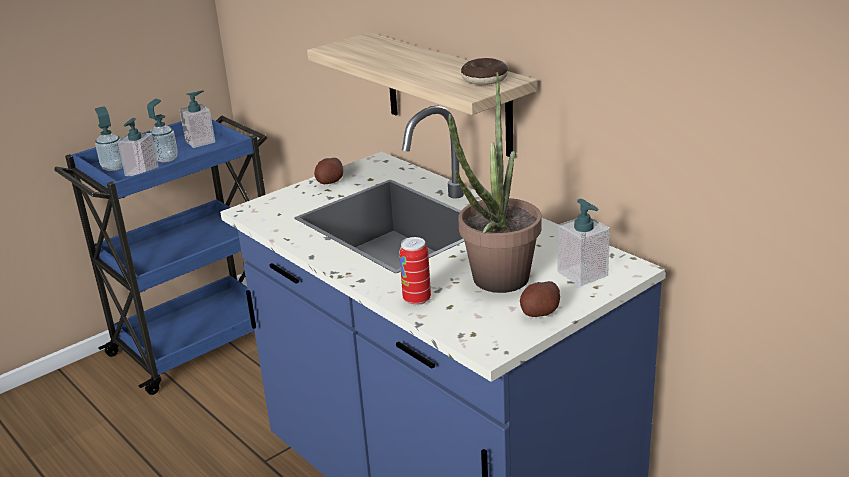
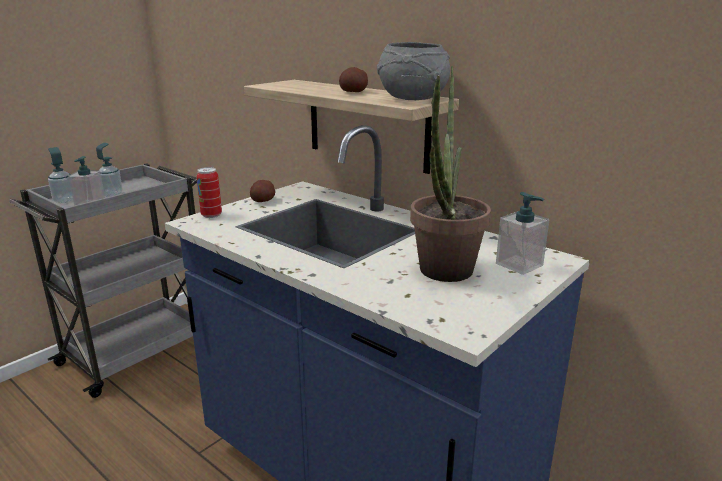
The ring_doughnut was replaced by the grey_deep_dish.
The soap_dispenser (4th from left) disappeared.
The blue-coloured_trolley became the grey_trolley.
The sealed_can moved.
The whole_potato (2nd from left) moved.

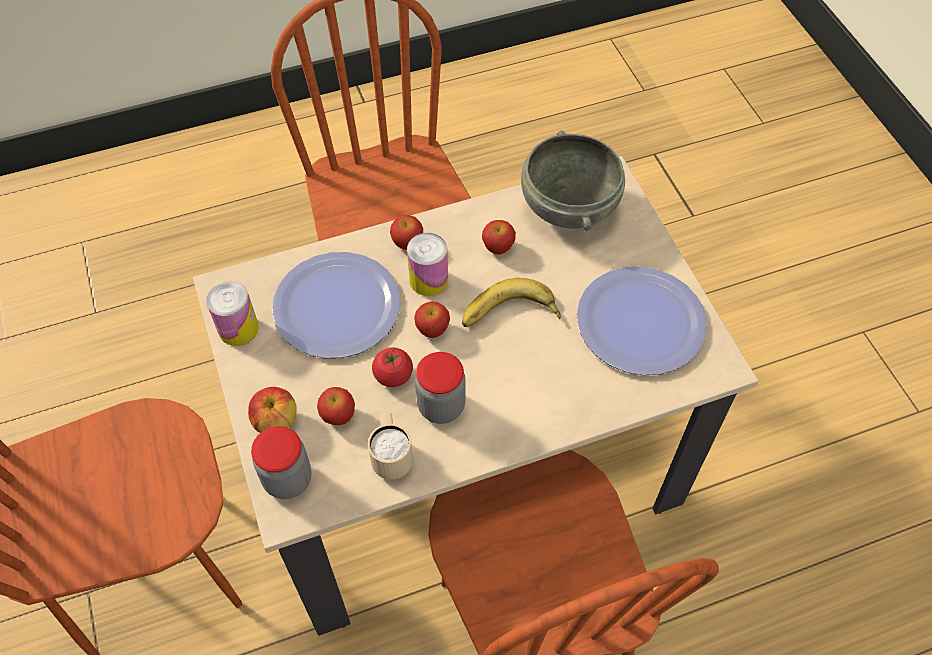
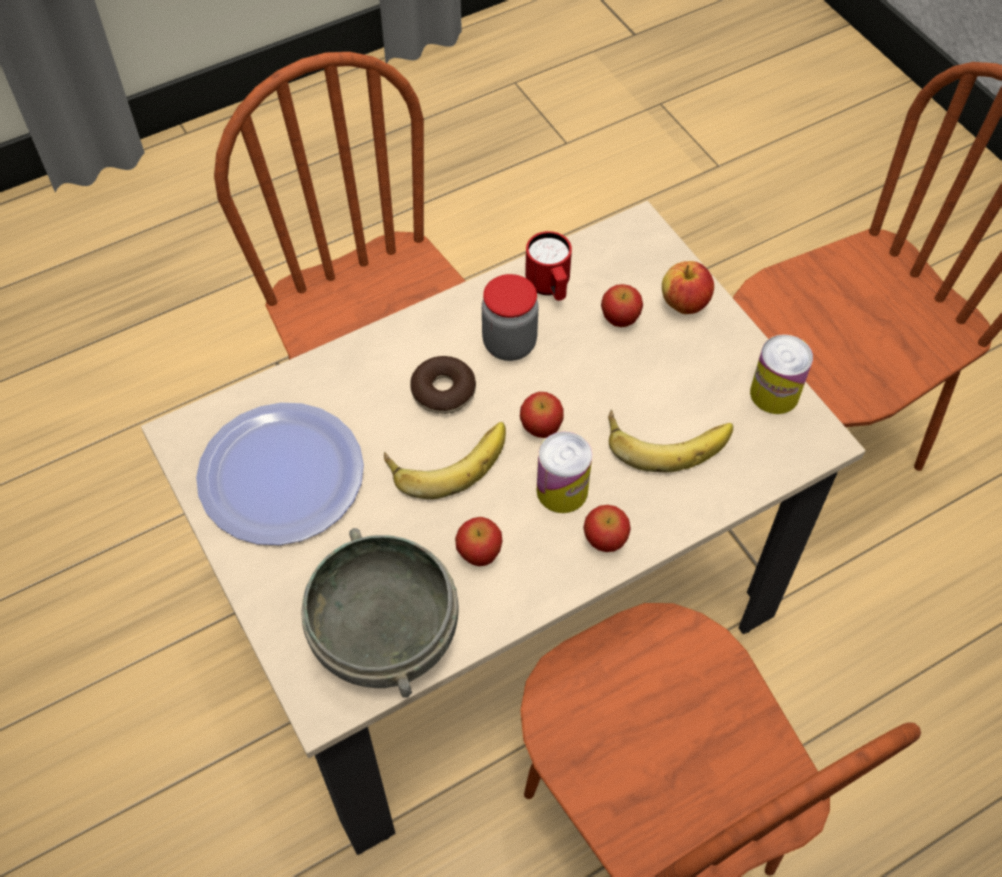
The dinner_plate (1st from left) was replaced by the banana_fruit (2nd from left).
The tomato disappeared.
The beige-coloured_mug became the red_mug.
The jar (1st from left) disappeared.
The ring_doughnut appeared.

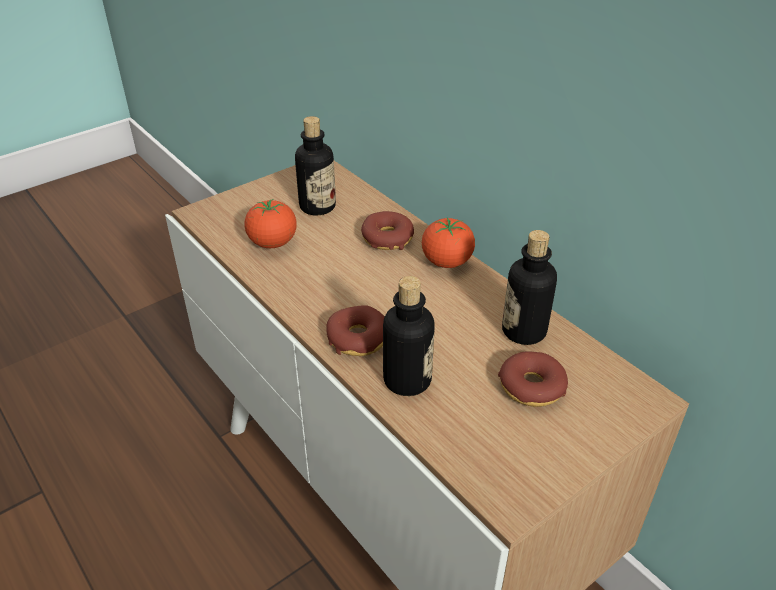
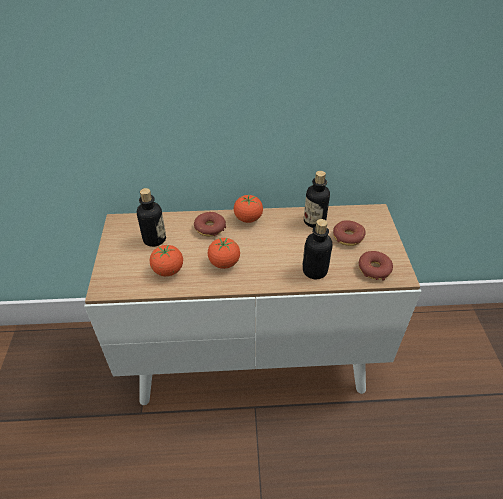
The ring_doughnut (1st from left in the first image) moved.
The tomato (2nd from left) appeared.

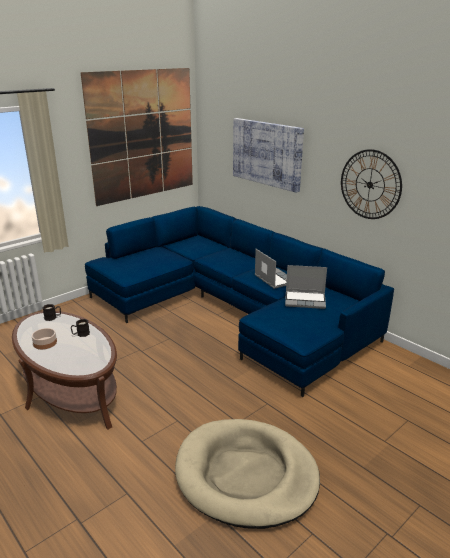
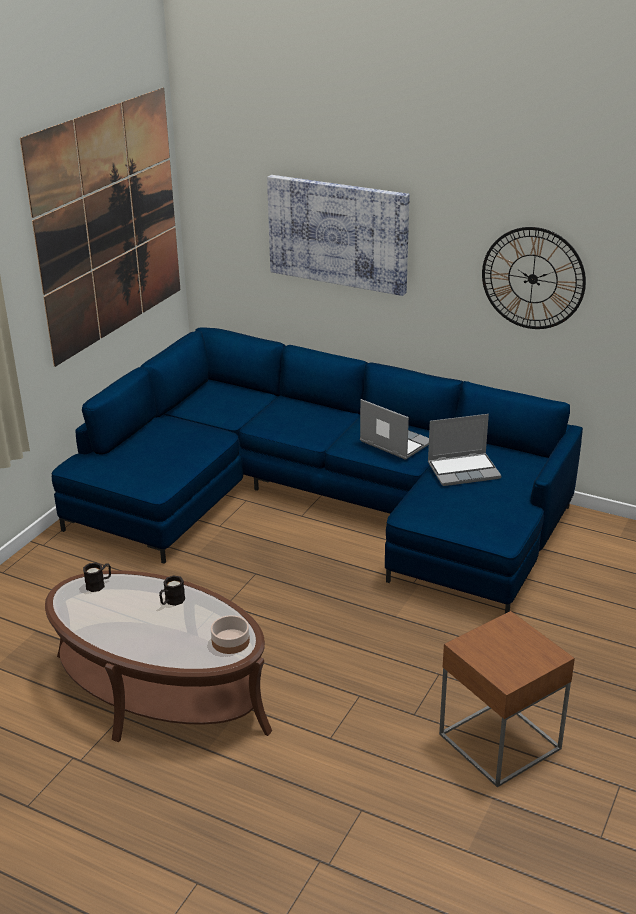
The deep_dish moved.
The beige-coloured_dog_cushion was replaced by the brown-coloured_end_table.

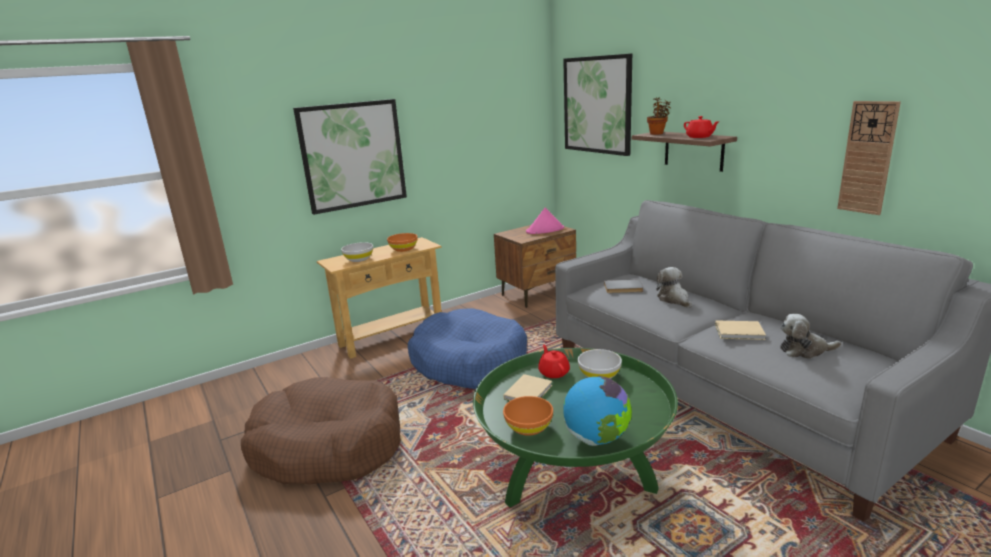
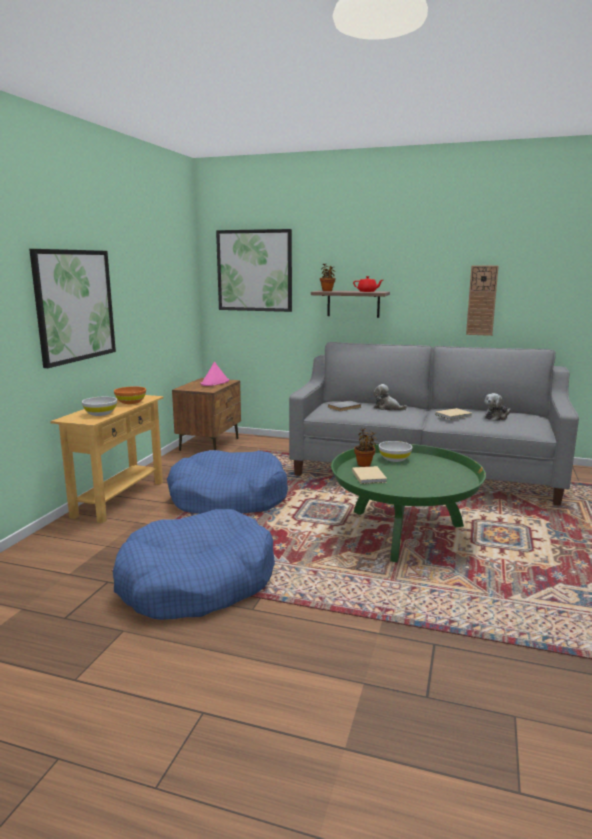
The red_tea_pot (1st from left) was replaced by the plant_in_a_pot (2nd from left).
The desk_globe disappeared.
The brown-coloured_dog_cushion became the blue-coloured_dog_cushion (1st from left).
The orange_deep_dish (2nd from left) disappeared.

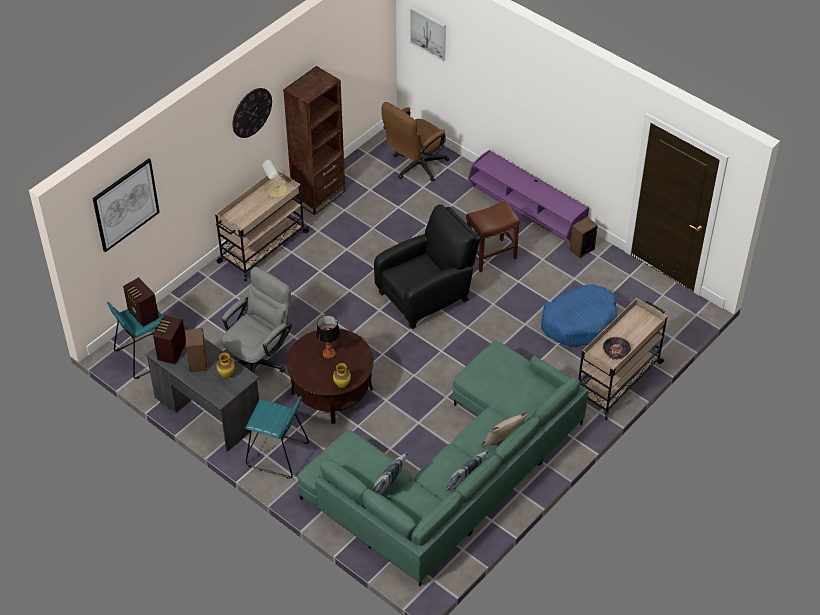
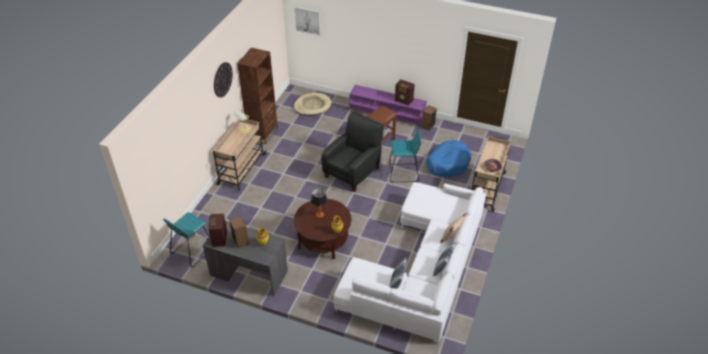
The brown-coloured_desk_chair was replaced by the beige-coloured_dog_cushion.
The picture (1st from left) disappeared.
The grey_desk_chair disappeared.
The radio (1st from left in the first image) moved.
The green-coloured_couch became the whitish_couch.
The turquoise_stool (2nd from left) moved.

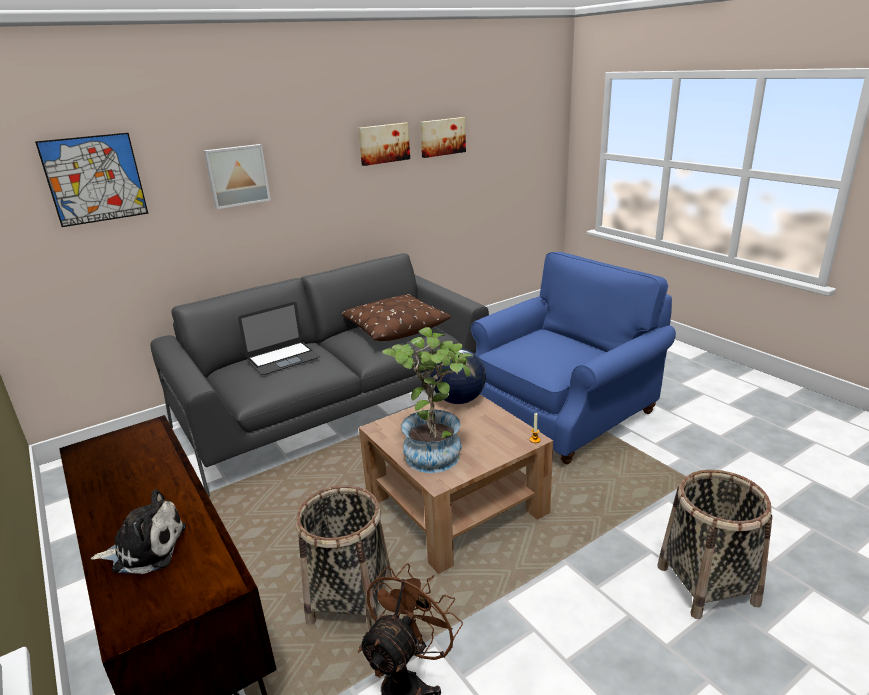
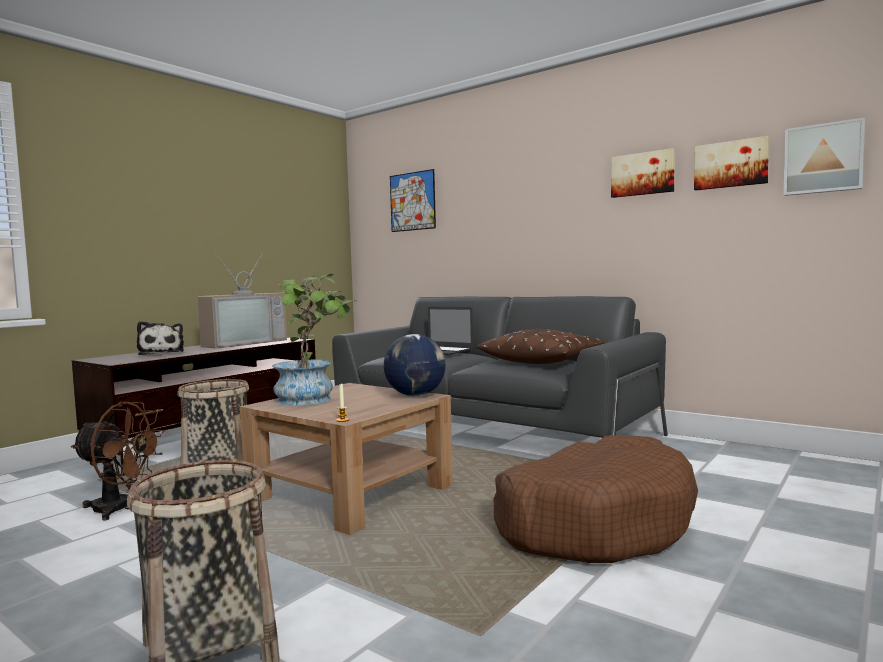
The picture (2nd from left in the first image) moved.
The blue-coloured_easy_chair was replaced by the brown-coloured_dog_cushion.
The TV_set appeared.

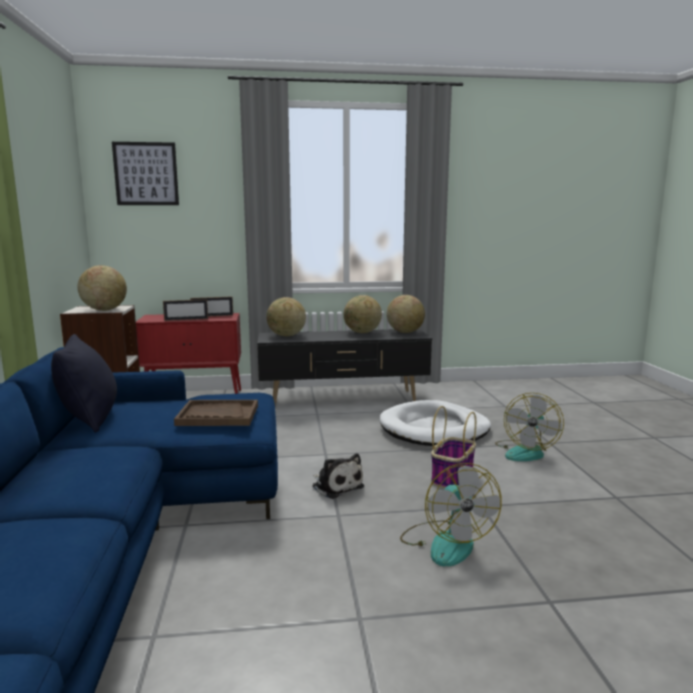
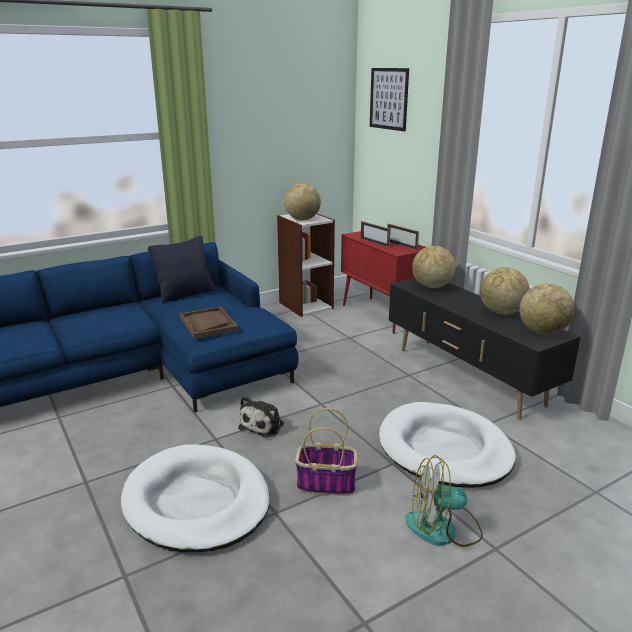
The cooling_fan (1st from left) was replaced by the whitish_dog_cushion (1st from left).

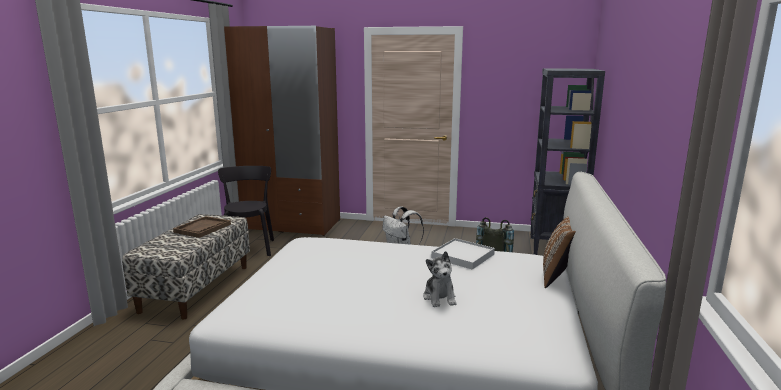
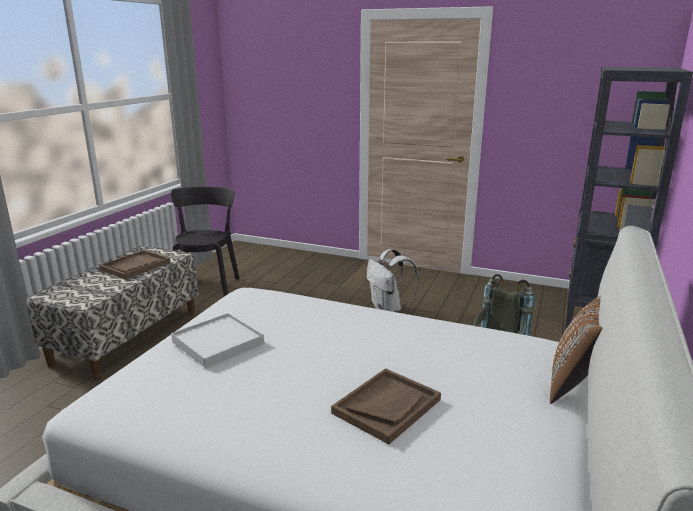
The brown-coloured_armoire disappeared.
The whitish_tray moved.
The plush_toy was replaced by the brown-coloured_tray (2nd from left).

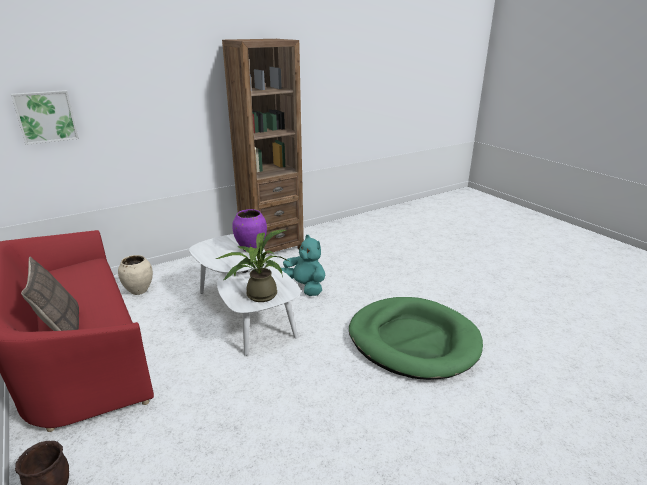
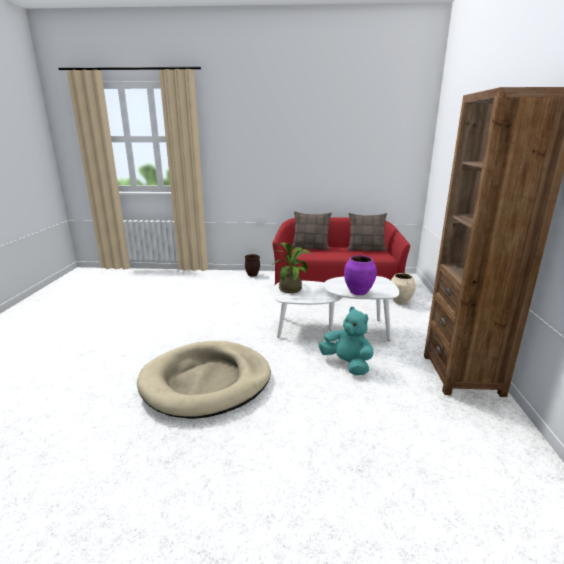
The picture disappeared.
The turquoise_plush_toy turned 120 degrees counterclockwise.
The green-coloured_dog_cushion became the beige-coloured_dog_cushion.
The cushion (2nd from left) appeared.

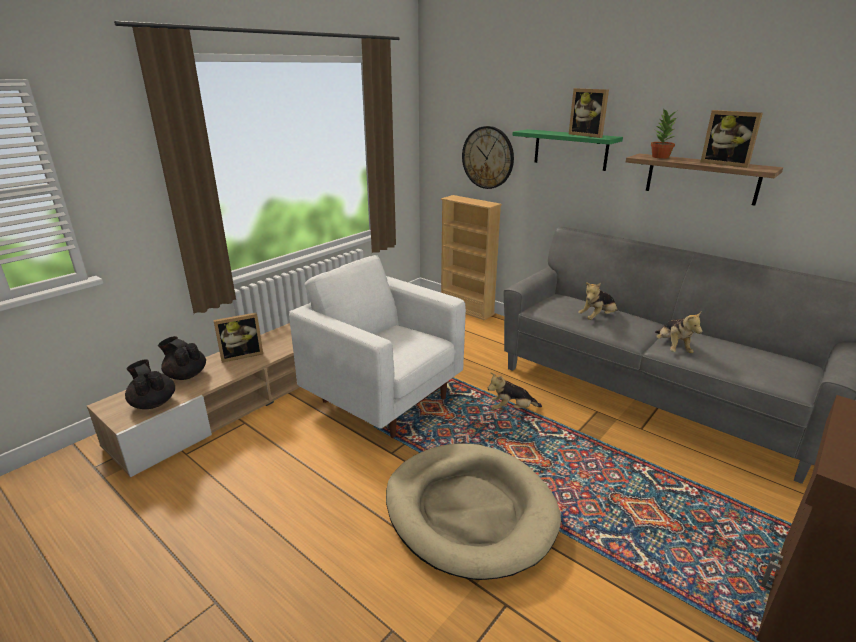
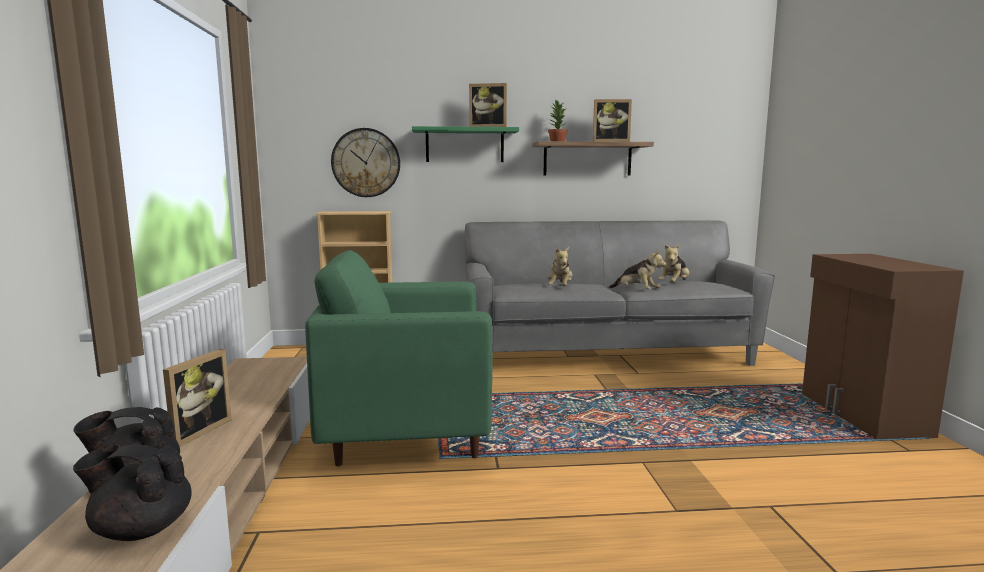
The whitish_easy_chair became the green-coloured_easy_chair.
The plush_toy (1st from left in the first image) moved.
The beige-coloured_dog_cushion disappeared.

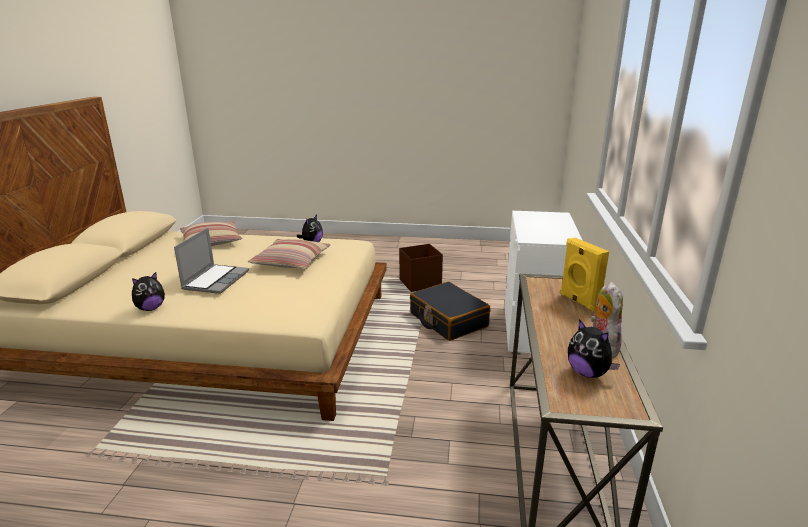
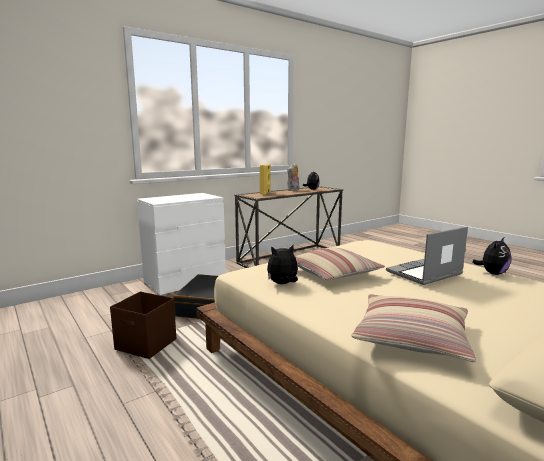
The plush_toy (1st from left in the first image) turned 135 degrees clockwise.

